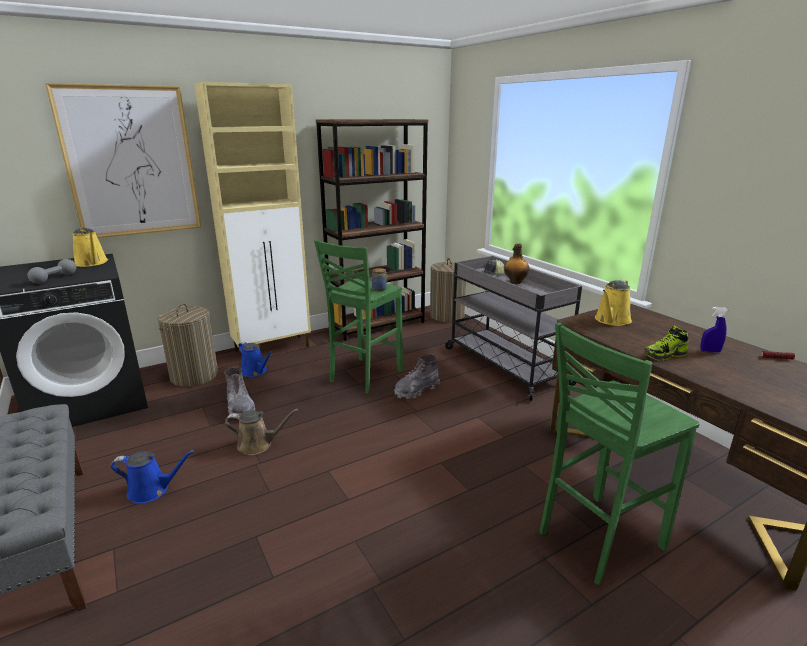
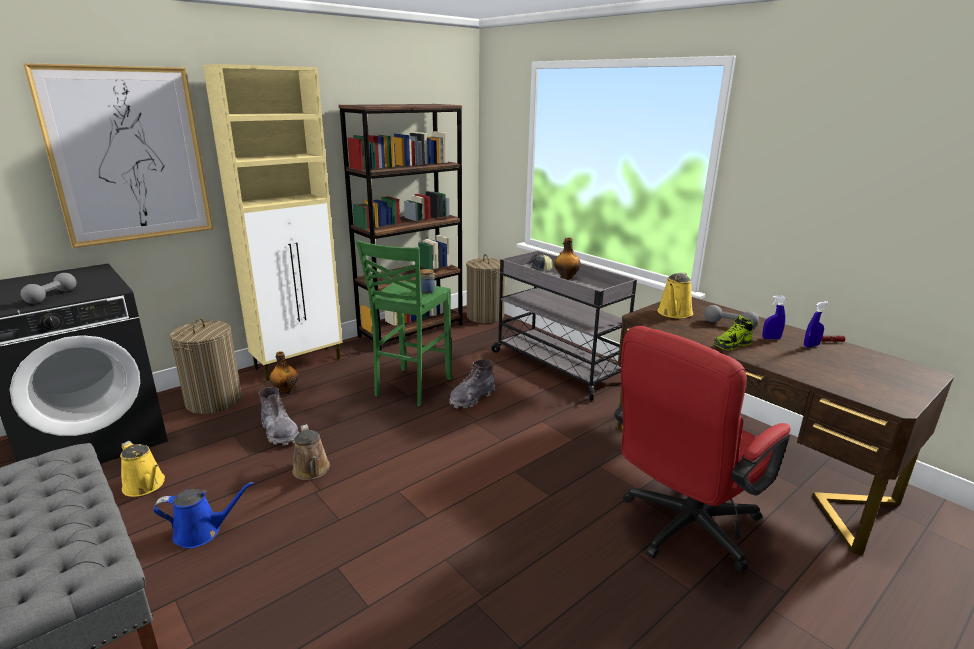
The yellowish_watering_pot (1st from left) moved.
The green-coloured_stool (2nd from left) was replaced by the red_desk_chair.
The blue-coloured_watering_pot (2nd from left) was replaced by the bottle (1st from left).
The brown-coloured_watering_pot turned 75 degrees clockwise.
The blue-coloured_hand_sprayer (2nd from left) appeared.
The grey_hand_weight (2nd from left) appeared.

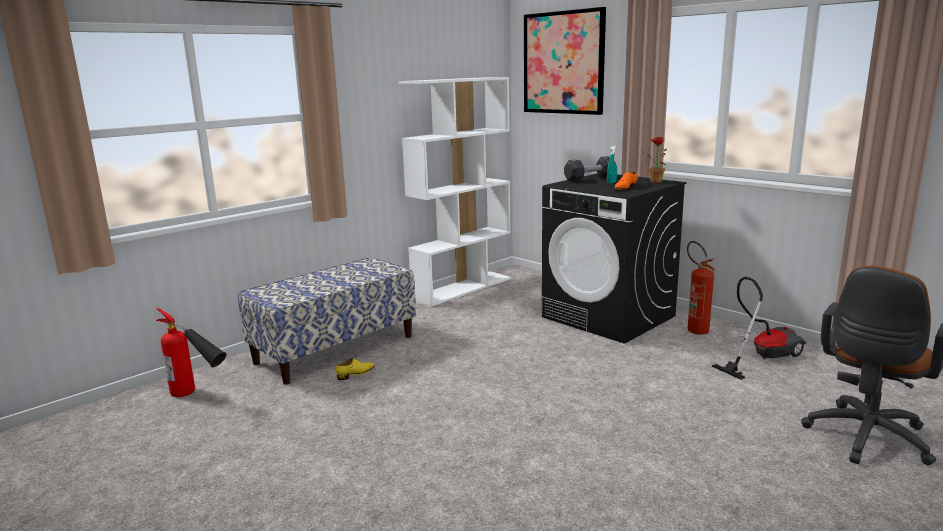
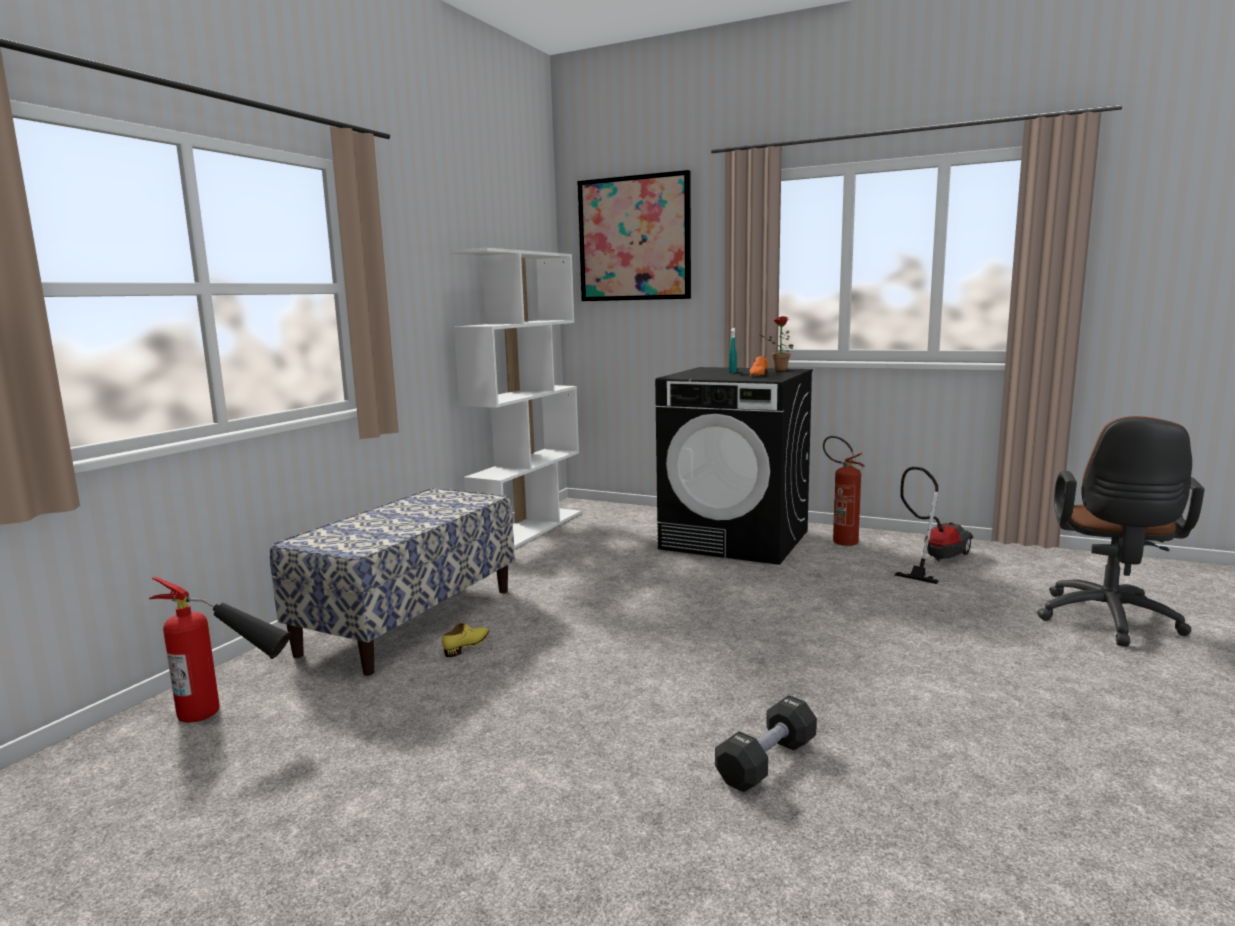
The black-coloured_hand_weight moved.

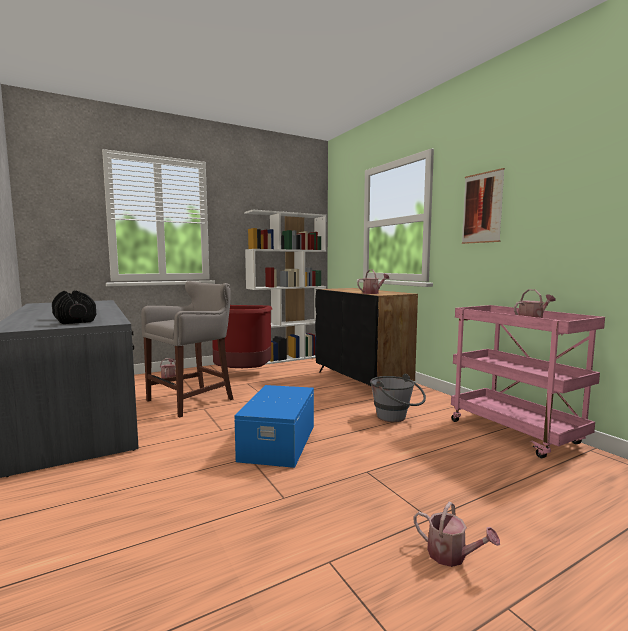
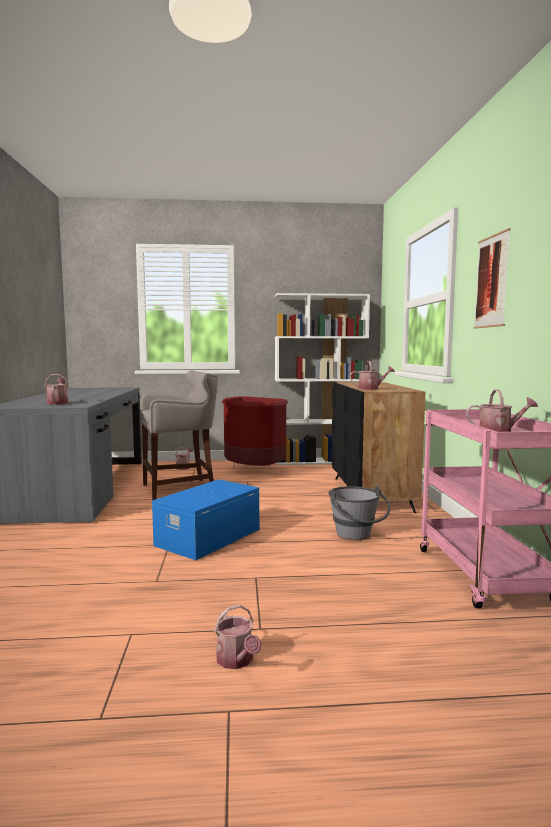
The black-coloured_hand_weight was replaced by the watering_pot (1st from left).

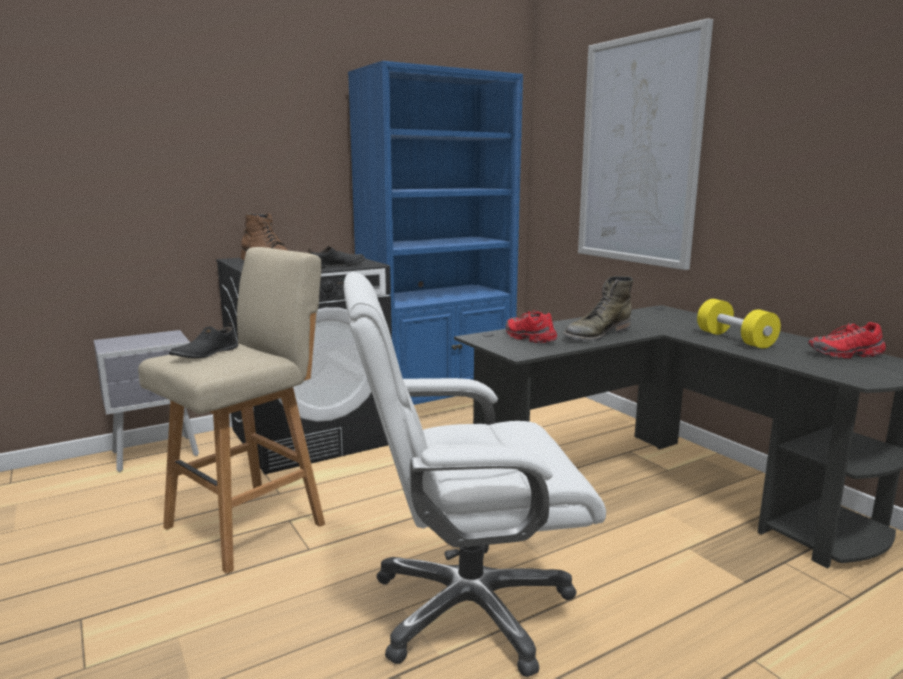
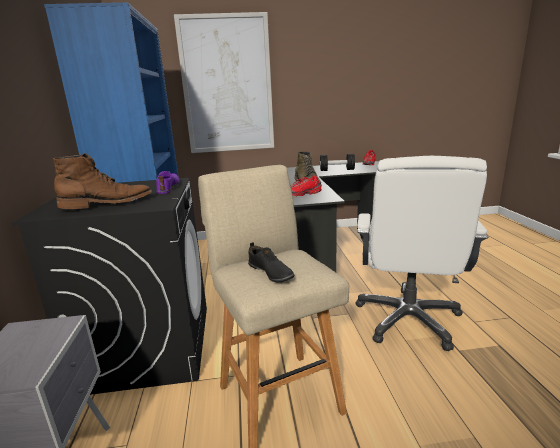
The black-coloured_shoe (2nd from left) became the purple-coloured_shoe.
The yellowish_hand_weight became the black-coloured_hand_weight.

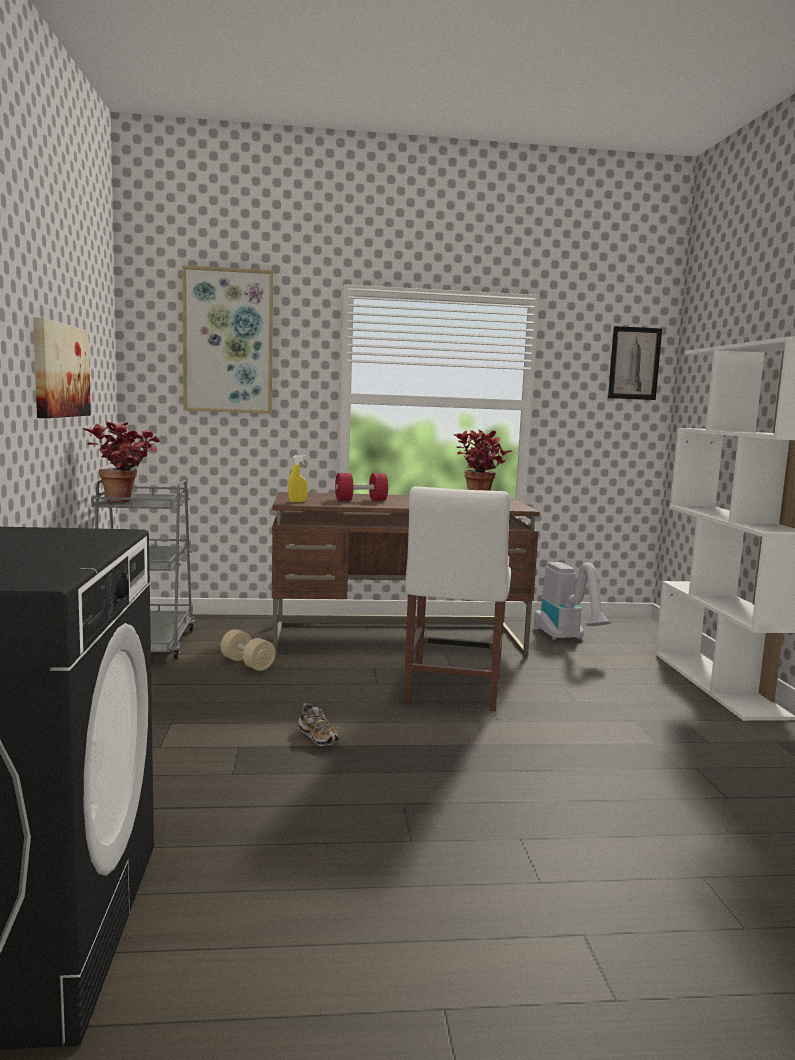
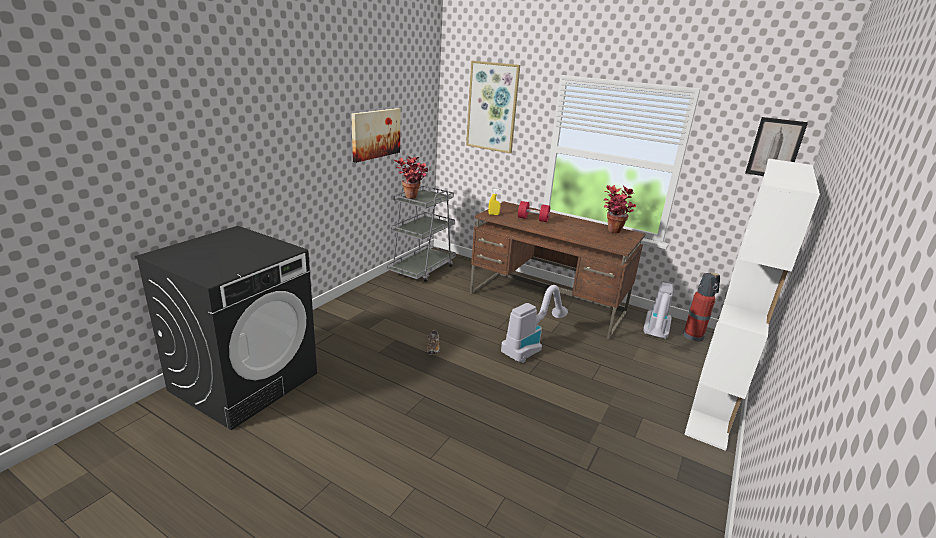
The whitish_plain_chair was replaced by the vacuum (1st from left).
The beige-coloured_hand_weight disappeared.
The fire_extinguisher appeared.

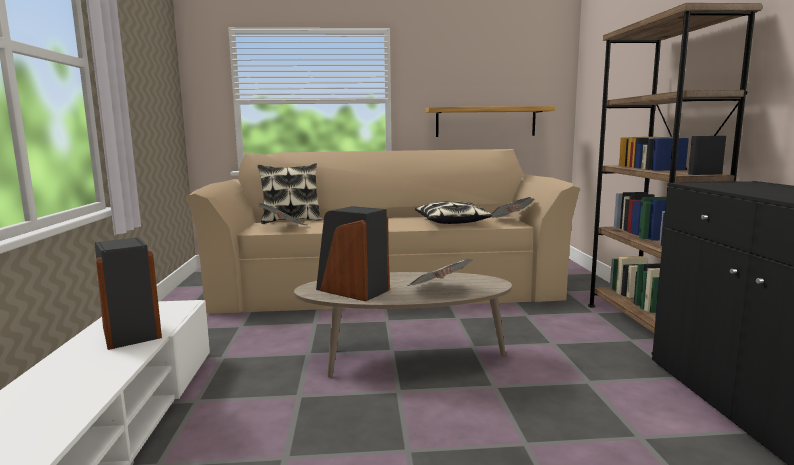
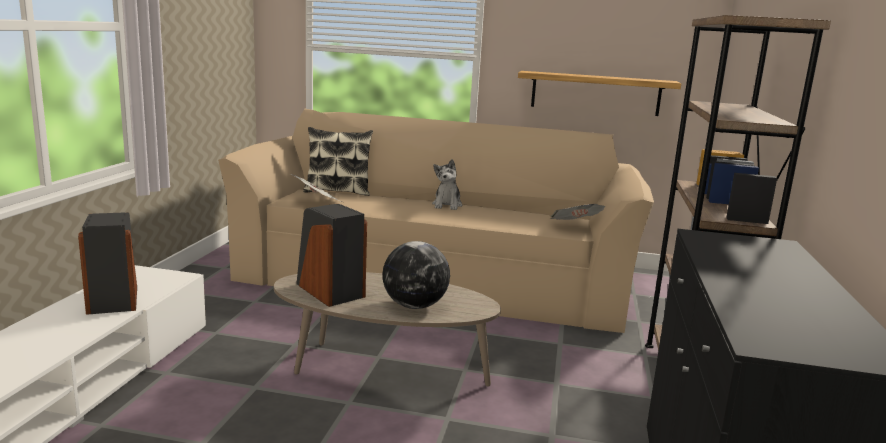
The cushion (2nd from left) disappeared.
The printed_paper (2nd from left) was replaced by the desk_globe.
The plush_toy appeared.

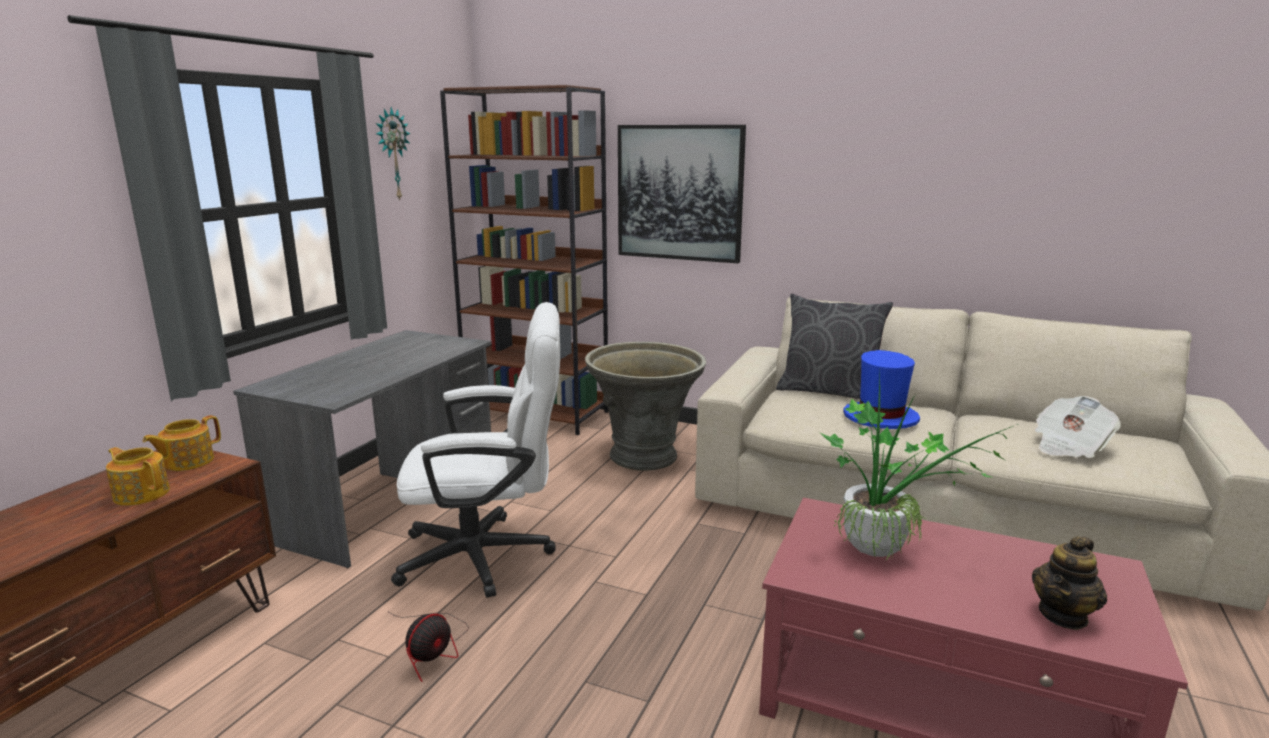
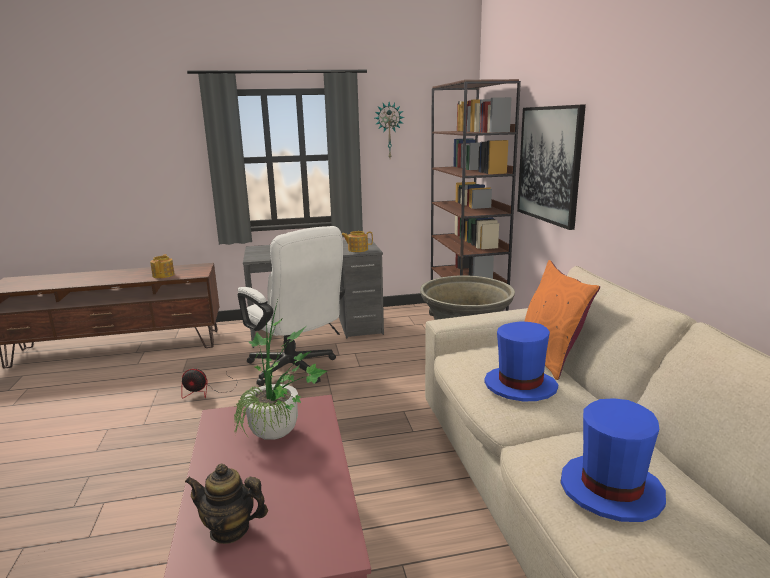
The grey_cushion became the orange_cushion.
The printed_paper was replaced by the blue-coloured_hat (2nd from left).
The tea_pot (2nd from left in the first image) moved.

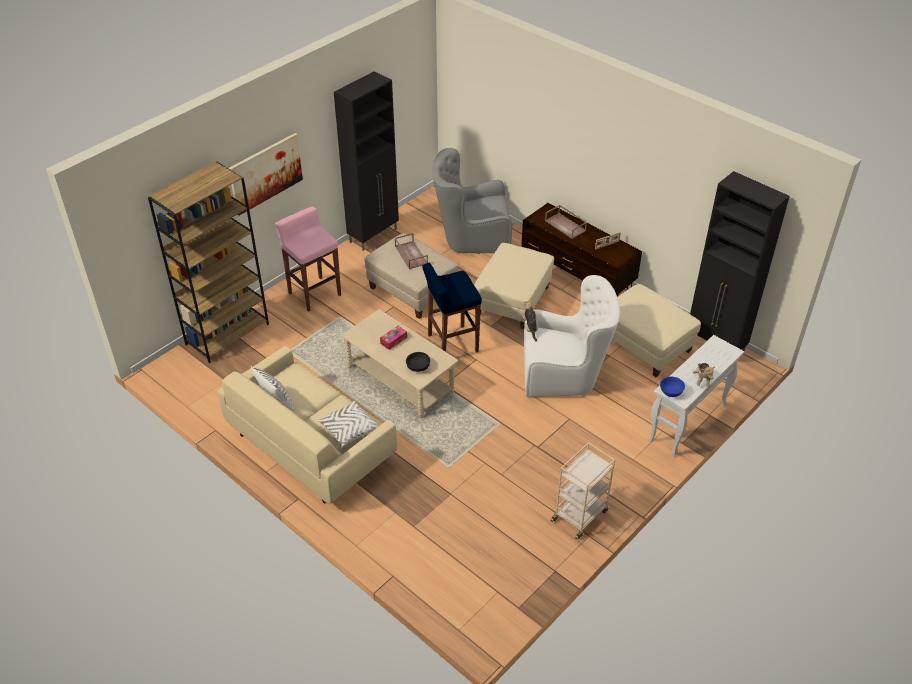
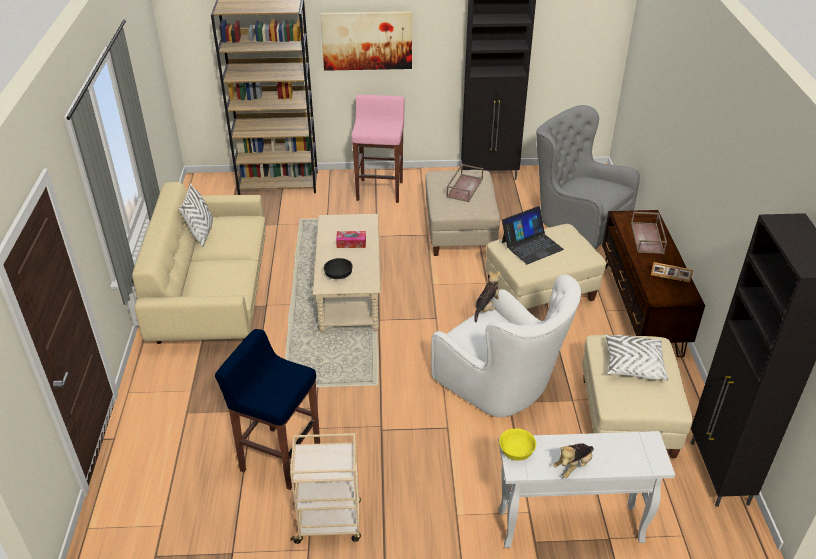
The blue-coloured_stool moved.
The blue-coloured_deep_dish became the yellowish_deep_dish.
The whitish_cushion (2nd from left) moved.
The laptop appeared.

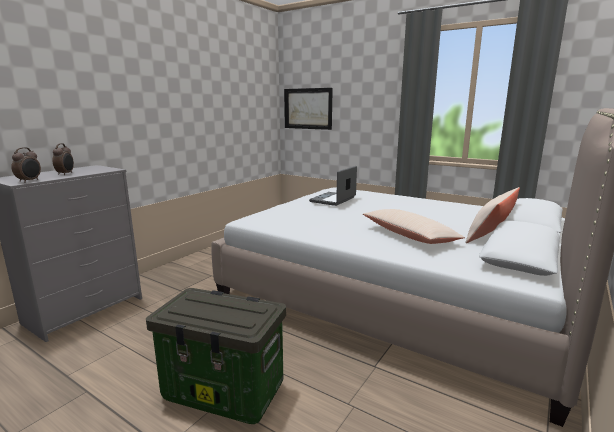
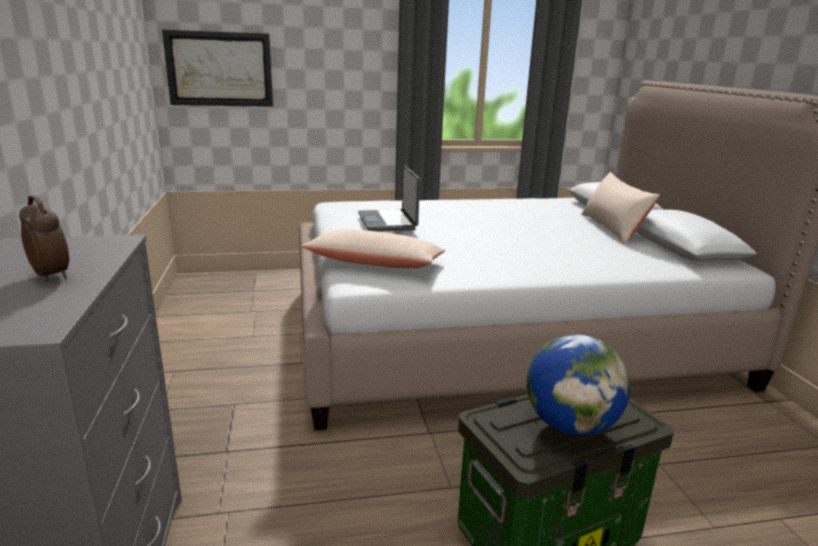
The alarm_clock (1st from left) disappeared.
The beige-coloured_cushion (1st from left) moved.
The desk_globe appeared.

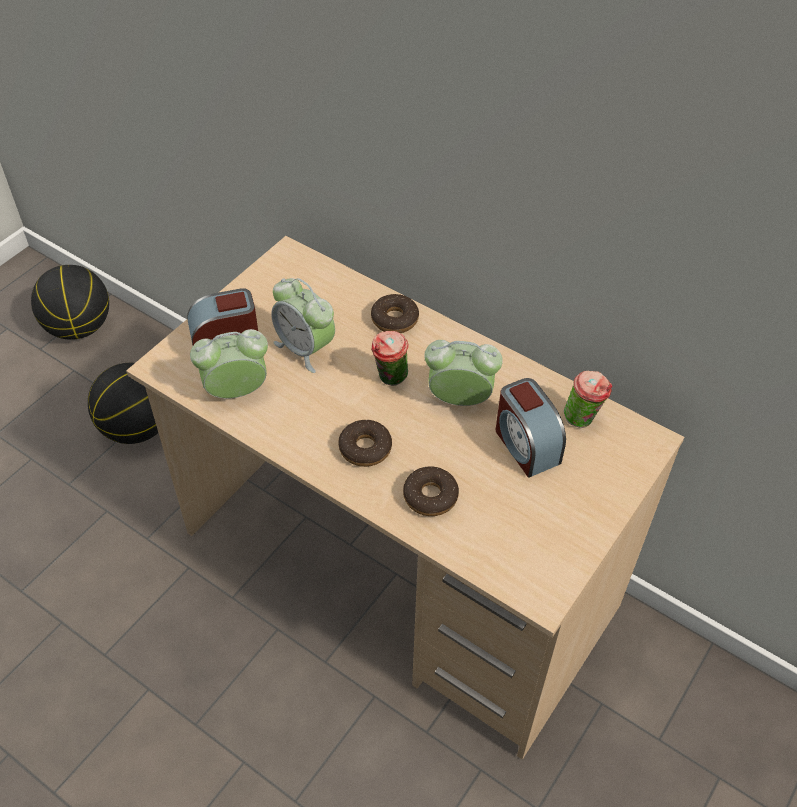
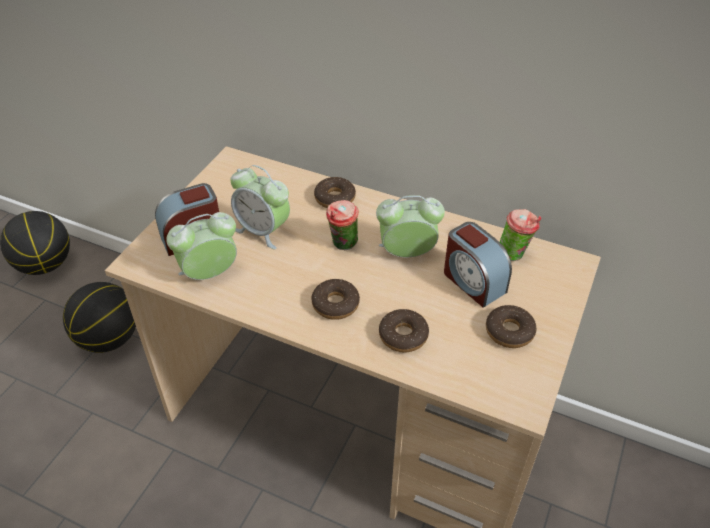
The ring_doughnut (4th from left) appeared.

